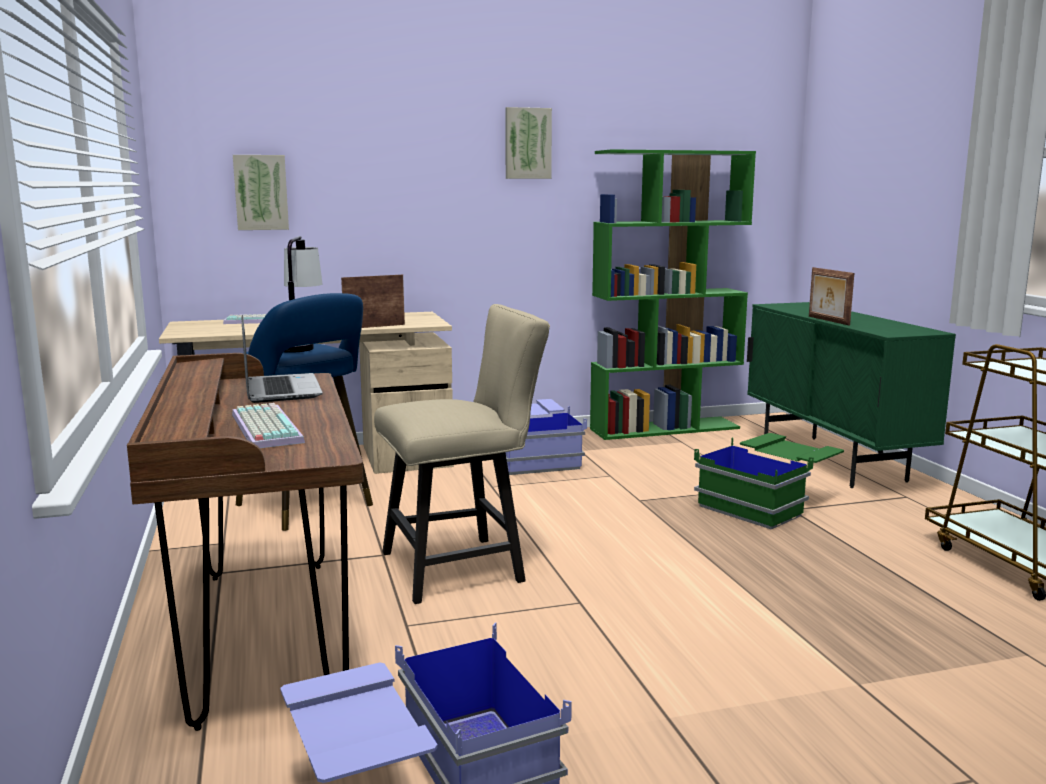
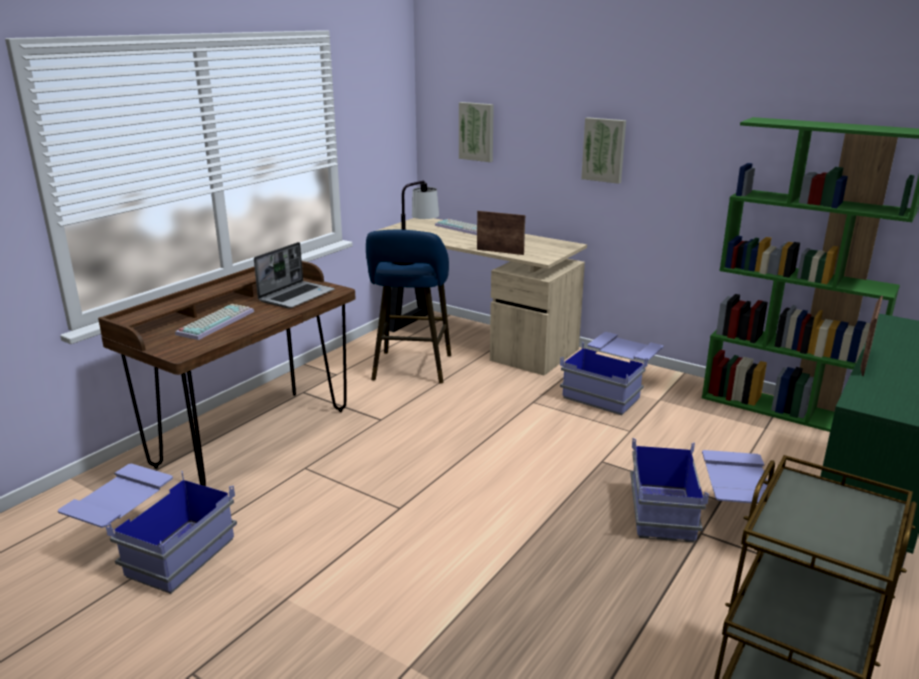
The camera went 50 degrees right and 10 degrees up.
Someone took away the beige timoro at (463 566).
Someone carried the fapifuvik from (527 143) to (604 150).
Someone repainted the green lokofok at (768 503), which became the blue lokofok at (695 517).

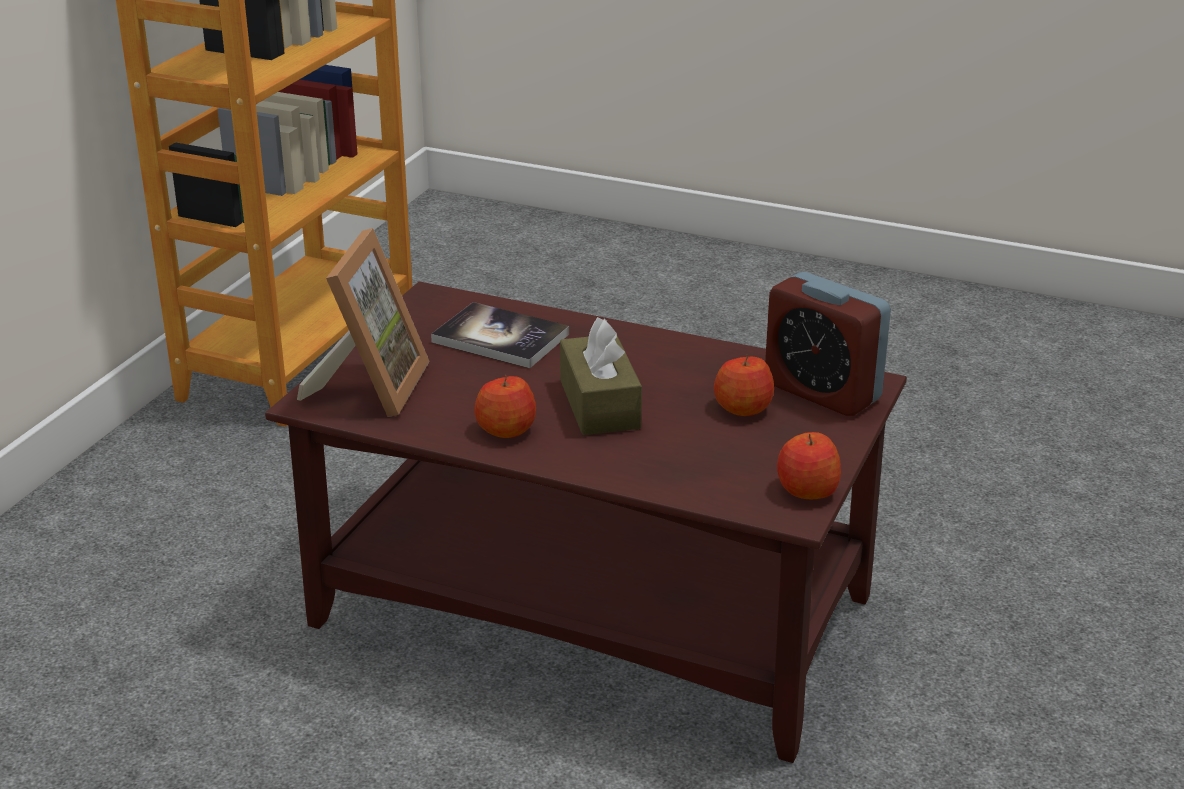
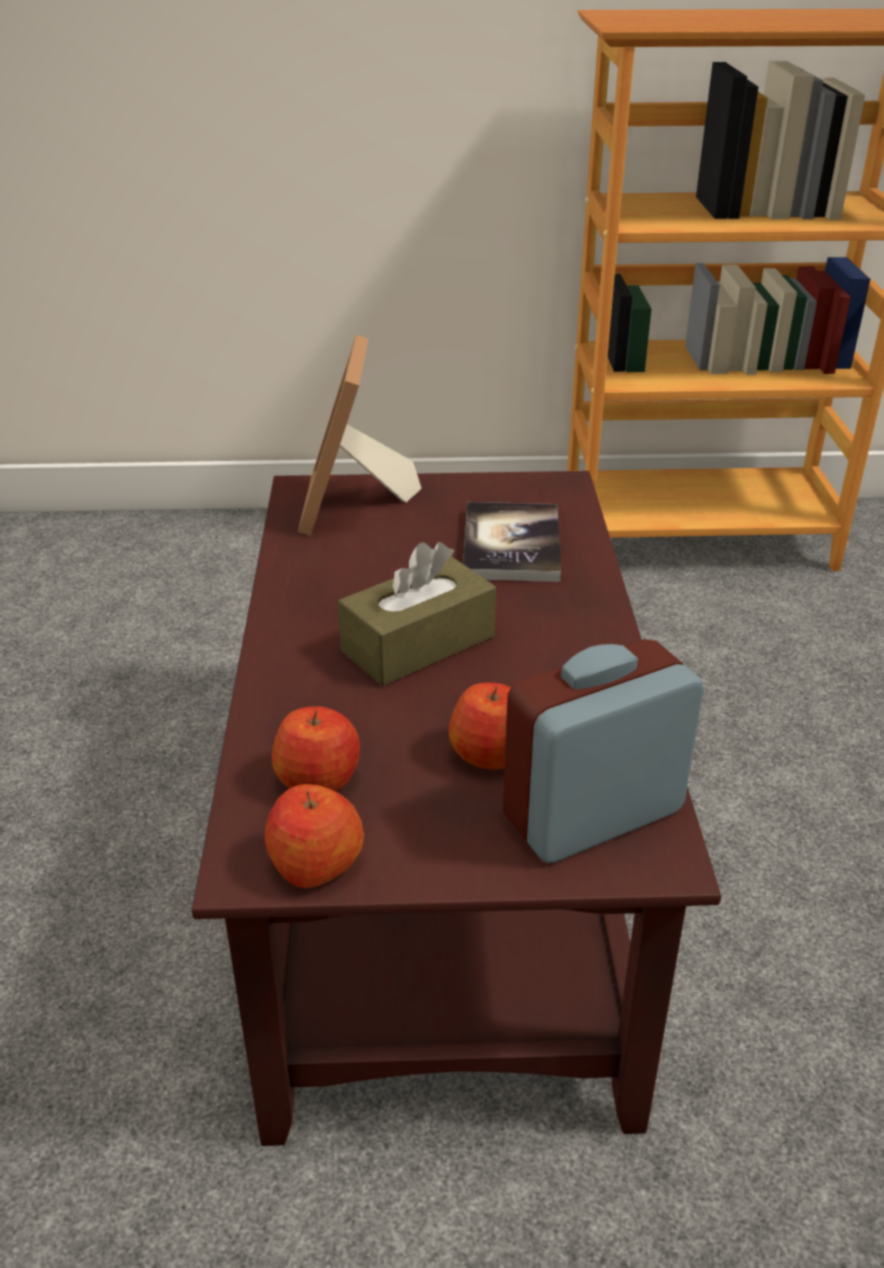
The camera went 65 degrees right and 5 degrees up.
Someone rotated the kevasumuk at (370 386) by 105 degrees clockwise.
Someone carried the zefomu from (506 429) to (319 778).
Someone rotated the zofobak at (822 391) by 45 degrees clockwise.

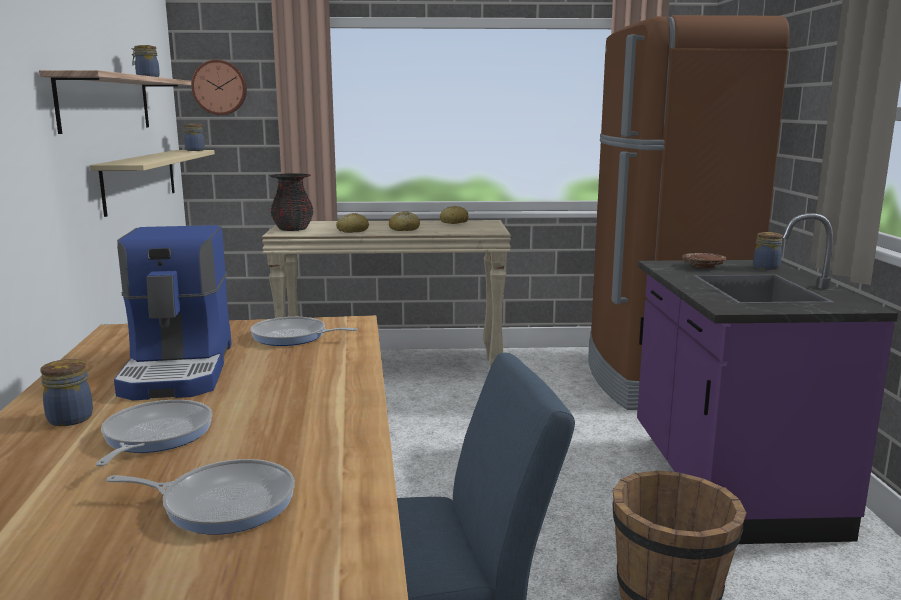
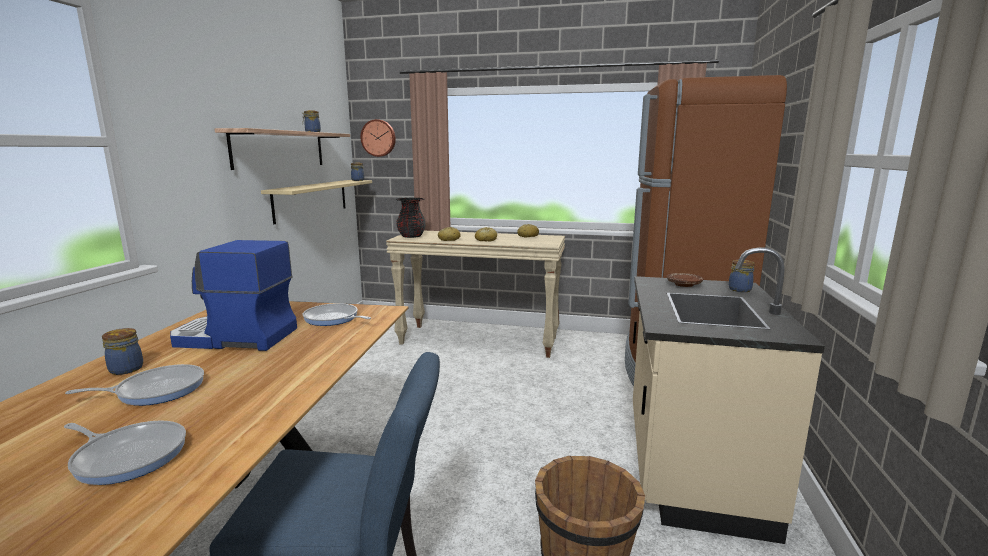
The camera went 15 degrees right and 0 degrees up.
Someone rotated the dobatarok at (154 436) by 45 degrees clockwise.
Someone rotated the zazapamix at (181 369) by 90 degrees clockwise.
Someone repainted the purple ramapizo at (728 484), which became the beige ramapizo at (690 468).

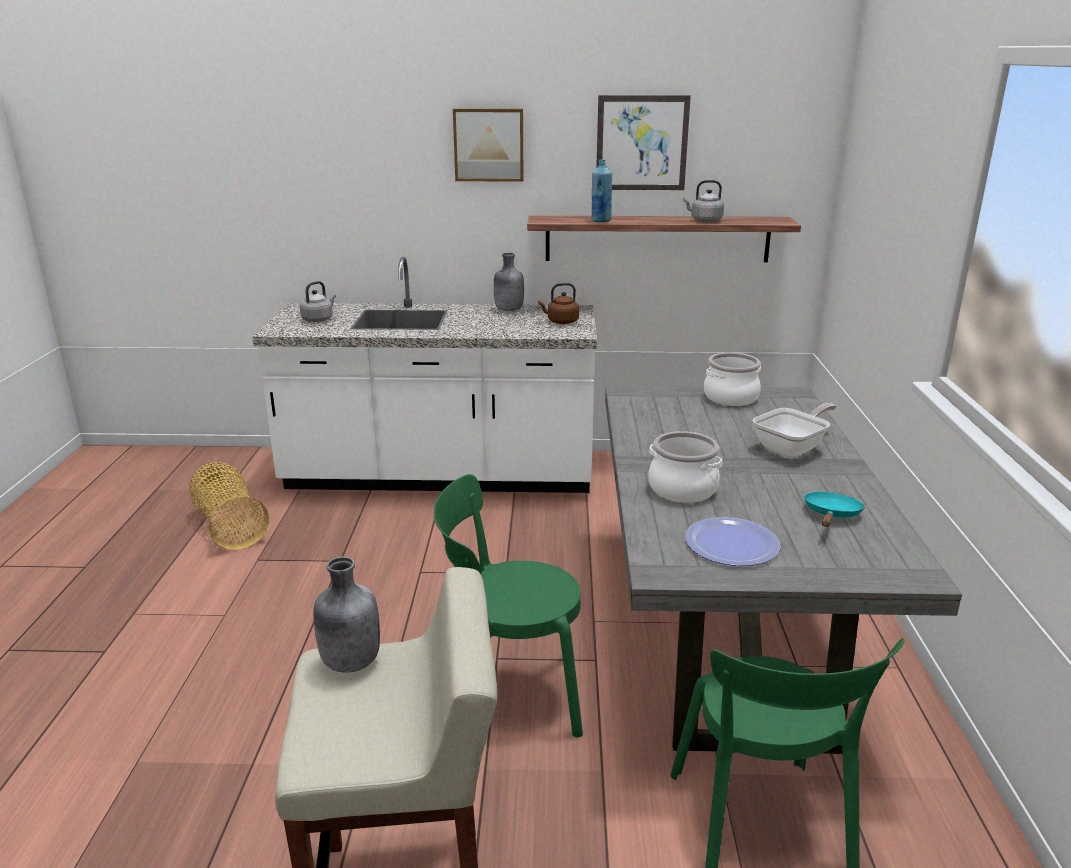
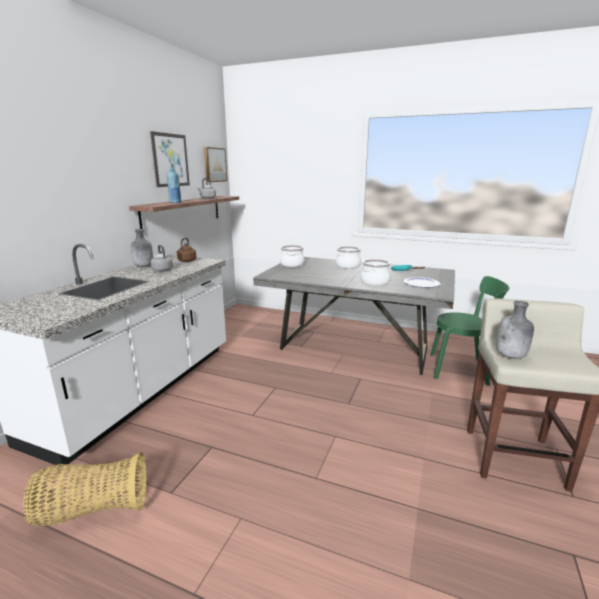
The camera went 70 degrees left and 5 degrees down.
Someone carried the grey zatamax from (319 319) to (162 270).
Someone took away the green timoro at (509 695).
Someone carried the fapifuvik from (489 145) to (214 165).
Someone swapped the dobatarok at (793 448) for the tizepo at (347 266).

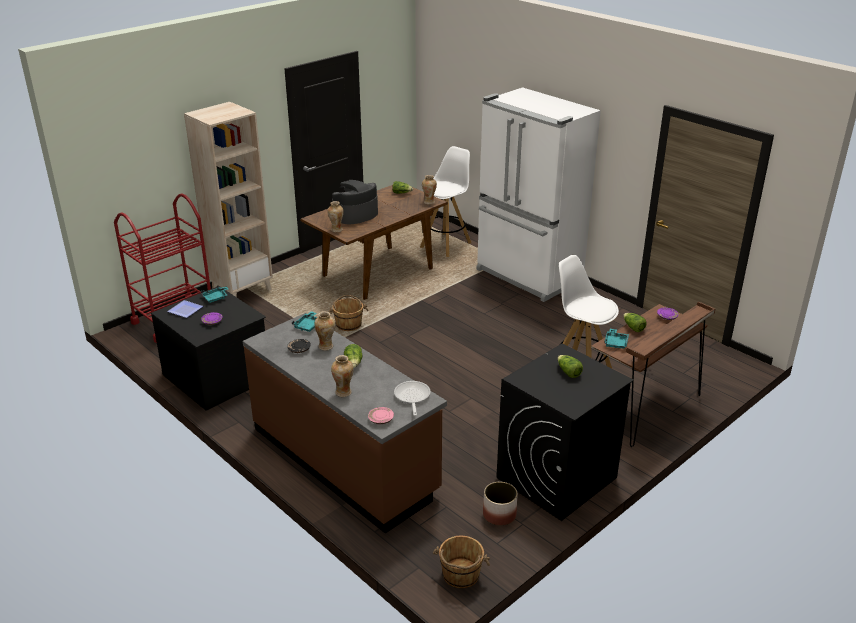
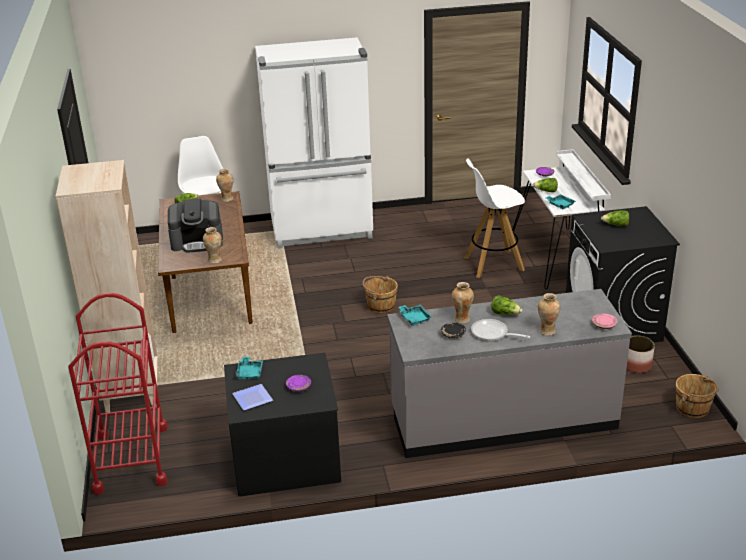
The camera went 55 degrees left and 0 degrees up.
Someone repainted the brown ramapizo at (345 460), which became the grey ramapizo at (502 418).
Someone carried the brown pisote from (348 324) to (380 305).
Someone rotated the zazapamix at (355 215) by 90 degrees counterclockwise.
Someone carried the dobatarok from (412 397) to (492 334).
Someone repainted the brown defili at (640 406), which became the white defili at (558 256).

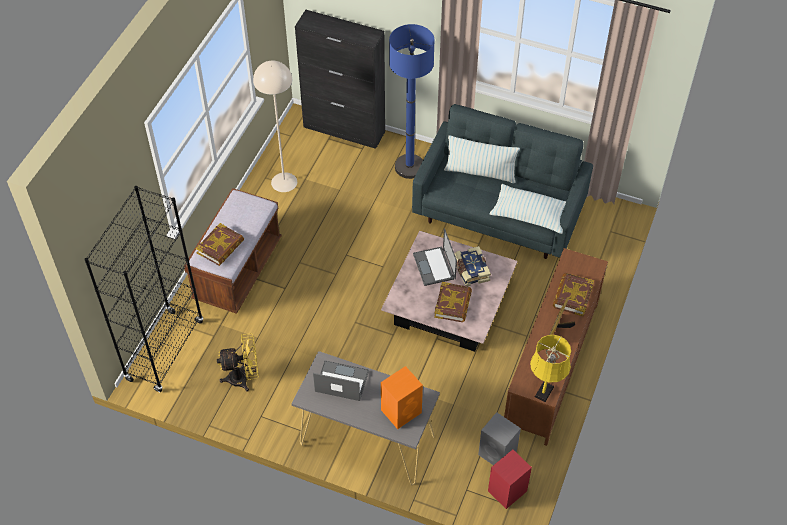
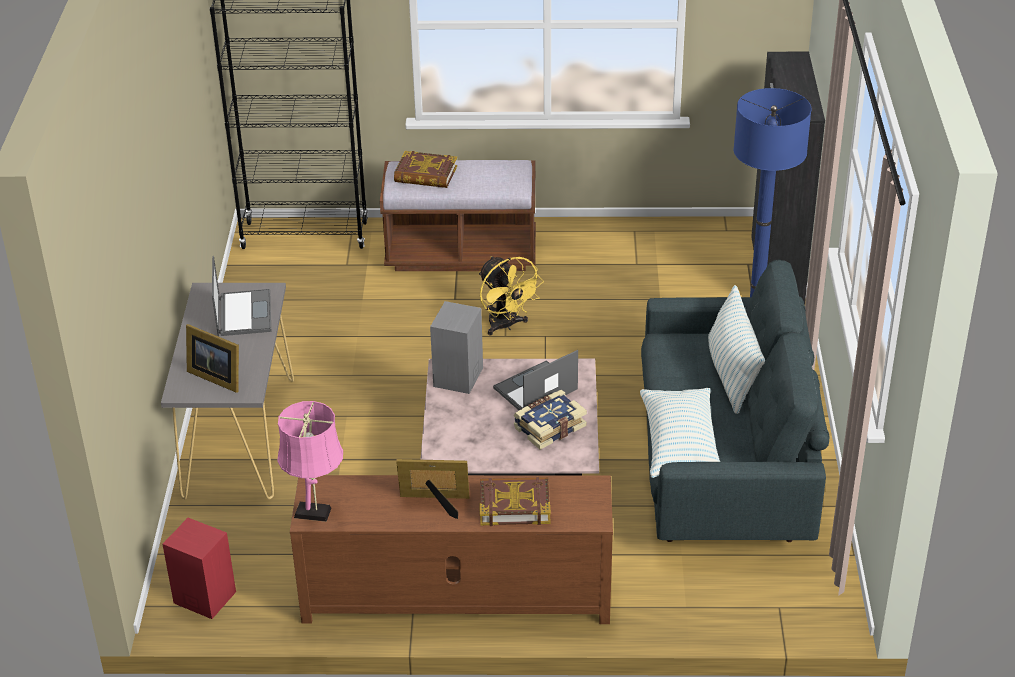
The camera went 70 degrees right and 15 degrees down.
Someone carried the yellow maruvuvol from (243 378) to (506 326).
Someone took away the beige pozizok at (284 182).
Someone swapped the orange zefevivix at (402 411) for the kevasumuk at (216 376).
Someone took away the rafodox at (453 304).
Someone carried the grey zefevivix from (498 454) to (457 378).
Someone repainted the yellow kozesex at (545 390), which became the pink kozesex at (316 513).

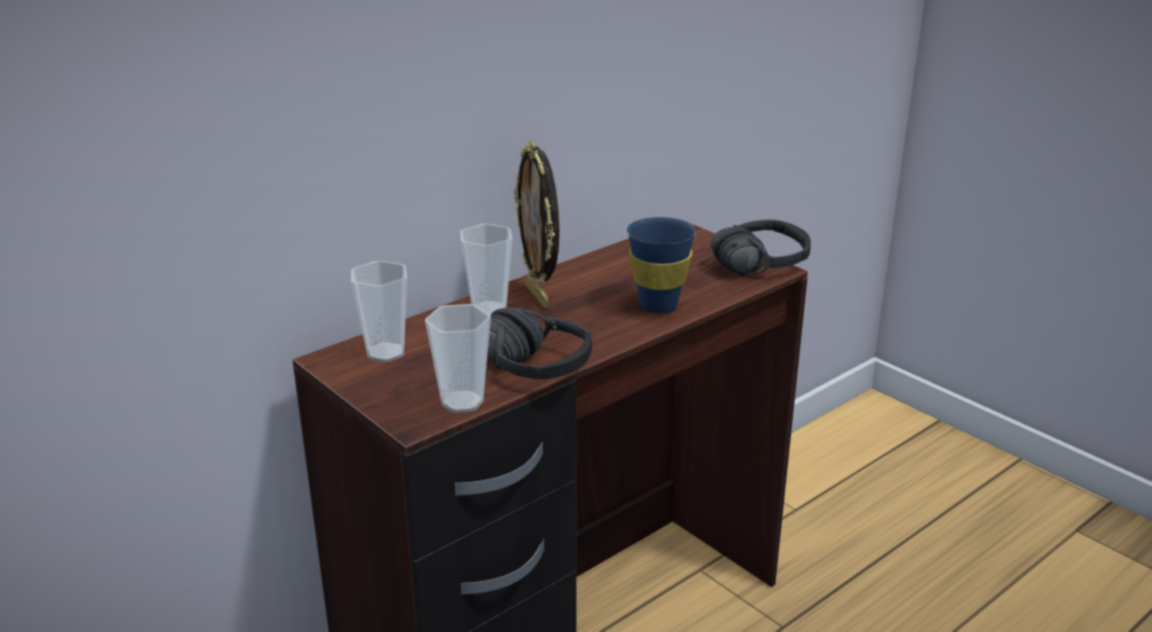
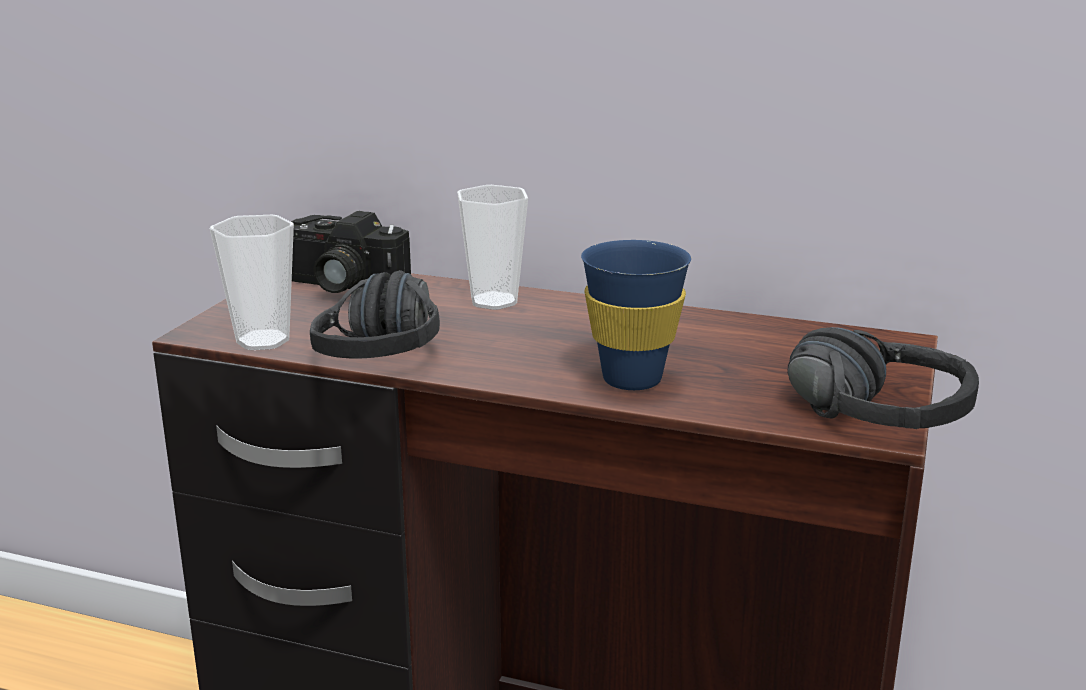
The camera went 60 degrees right and 5 degrees down.
Someone swapped the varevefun at (385 353) for the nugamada at (340 286).
Someone took away the kevasumuk at (538 296).

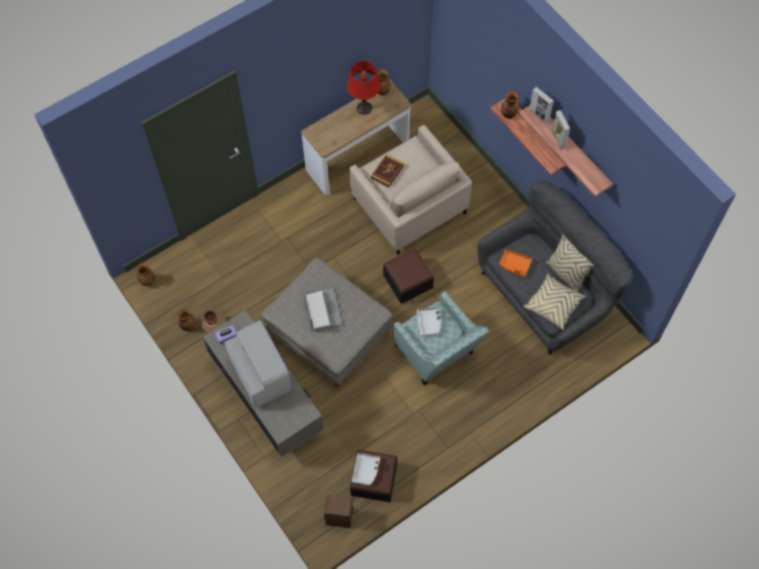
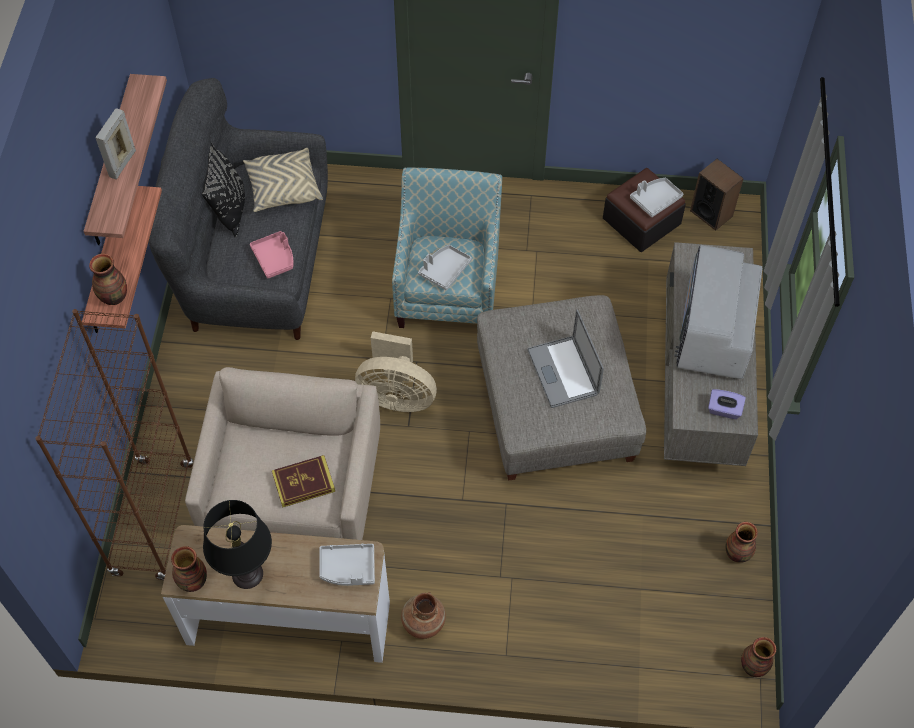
The camera went 140 degrees left and 5 degrees down.
Someone carried the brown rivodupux from (215 327) to (423 623).
Someone rotated the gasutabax at (322 309) by 45 degrees counterclockwise.
Someone repainted the red kozesex at (364 108), which became the black kozesex at (247 574).
Someone swapped the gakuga at (408 281) for the beige maruvuvol at (396 395).
Someone repainted the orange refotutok at (514 265), which became the pink refotutok at (275 258).
Someone took away the kevasumuk at (539 115).
Someone repainted the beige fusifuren at (565 274), which became the black fusifuren at (229 210).
Someone put down the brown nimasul at (153 519).
Someone put down the grey refotutok at (348 568).

